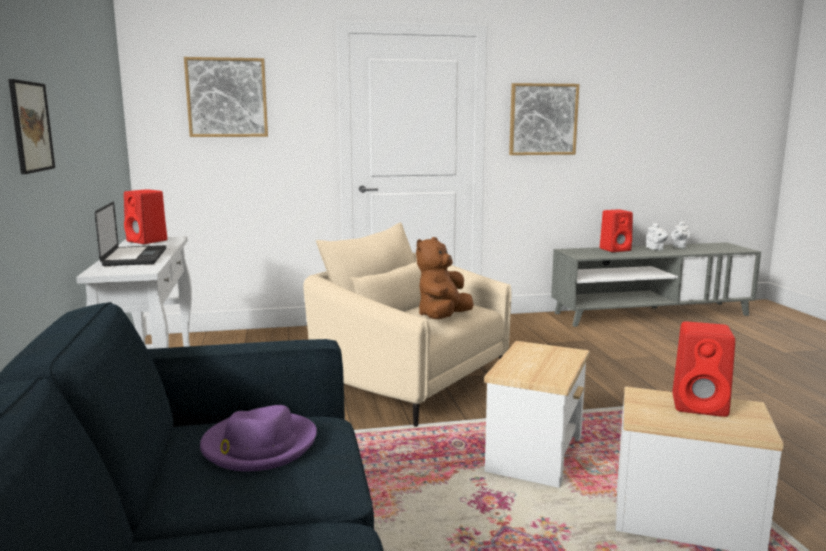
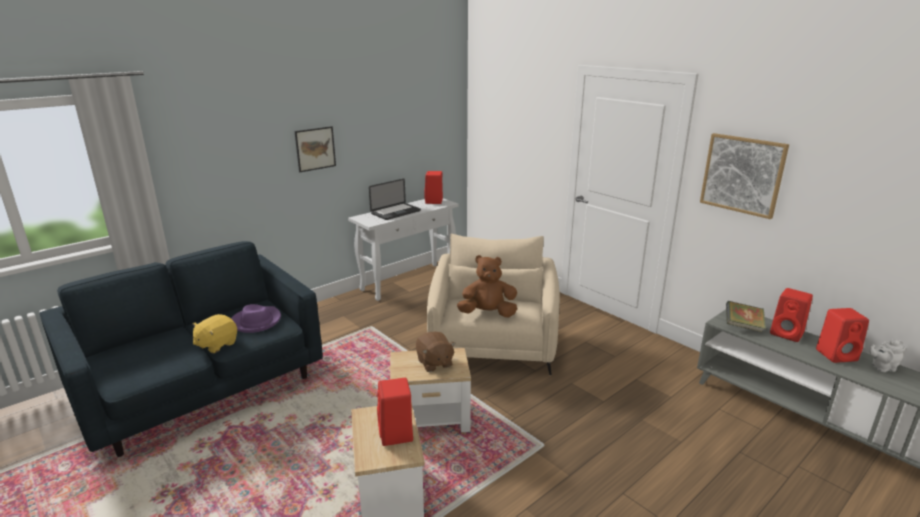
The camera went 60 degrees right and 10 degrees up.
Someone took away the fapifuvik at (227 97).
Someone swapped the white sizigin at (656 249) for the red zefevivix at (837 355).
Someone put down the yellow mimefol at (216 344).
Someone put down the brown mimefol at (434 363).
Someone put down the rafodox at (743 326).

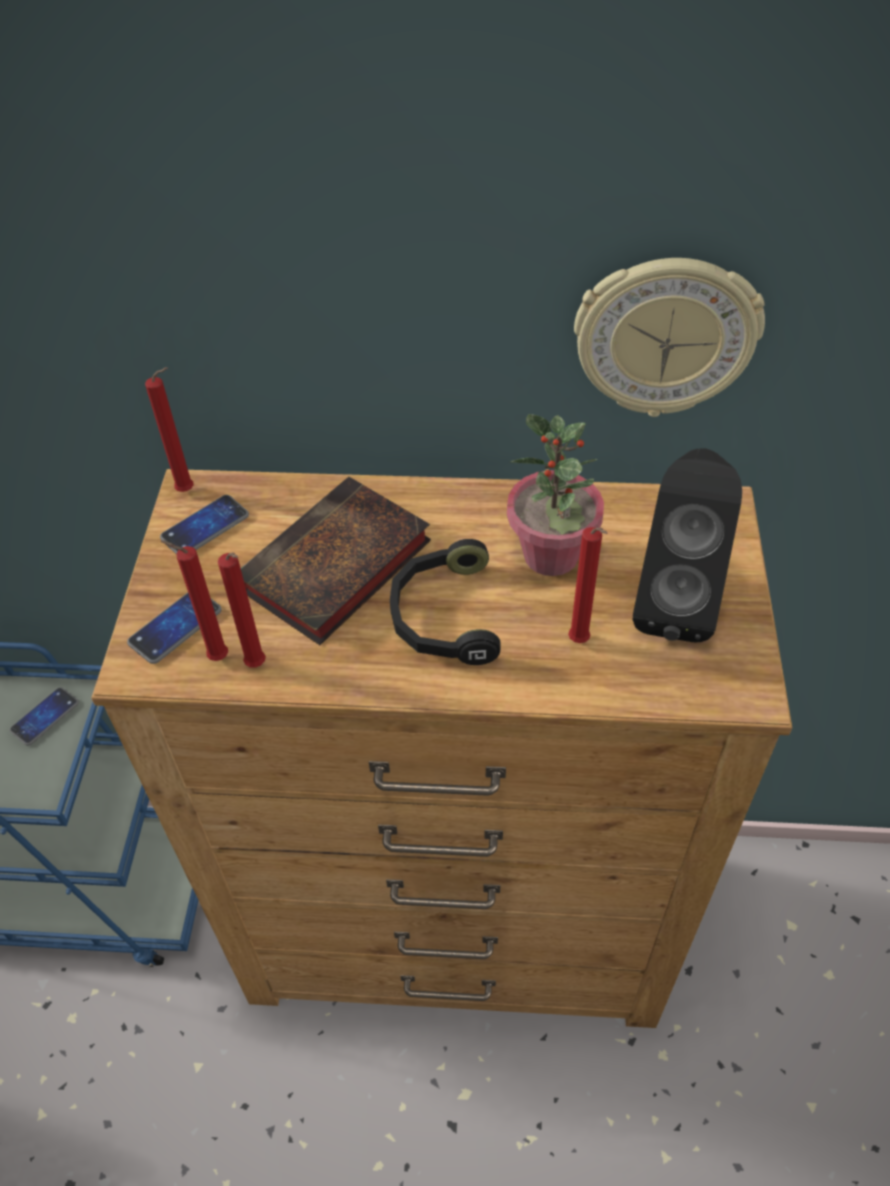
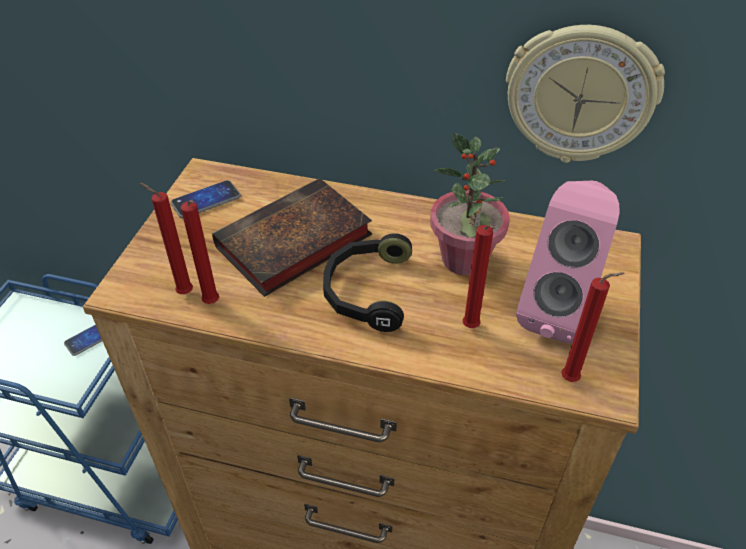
The camera went 10 degrees right and 5 degrees down.
Someone took away the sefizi at (175 627).
Someone carried the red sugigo from (189 491) to (573 379).
Someone repainted the black zefevivix at (674 602), which became the pink zefevivix at (556 310).

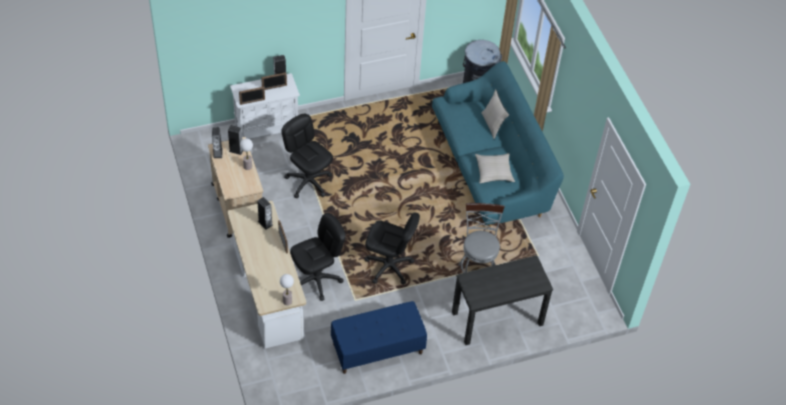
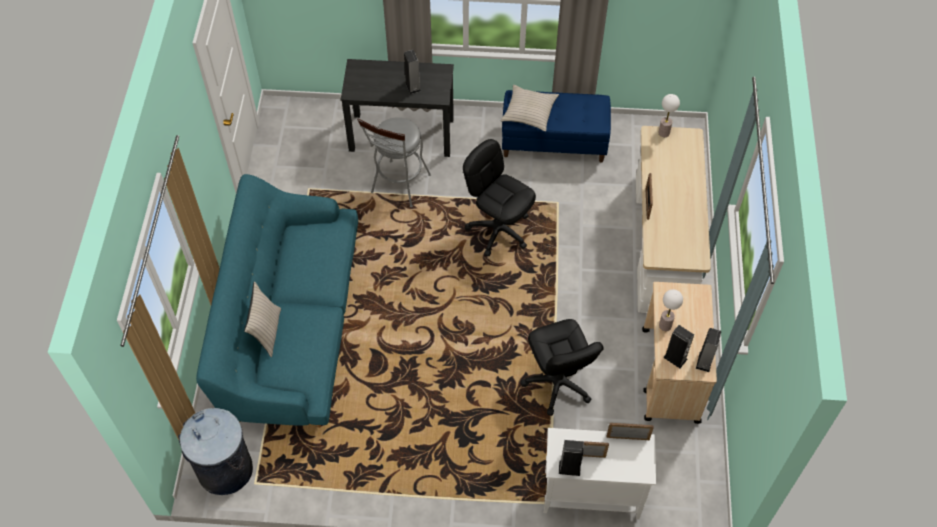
The camera went 155 degrees left and 5 degrees up.
Someone carried the zefevivix from (265 223) to (413 86).
Someone took away the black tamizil at (317 279).
Someone carried the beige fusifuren from (494 171) to (529 112).

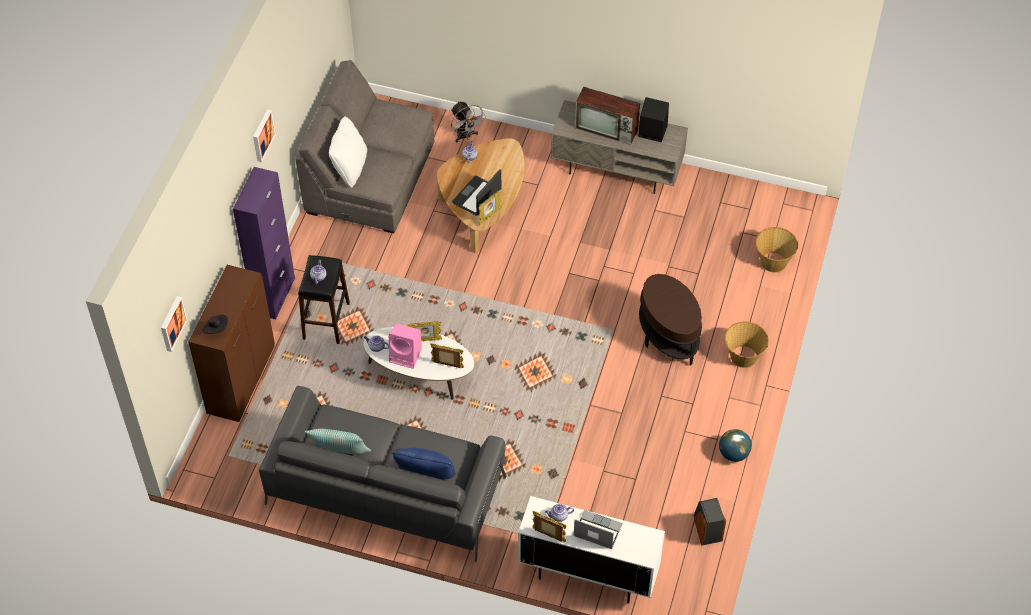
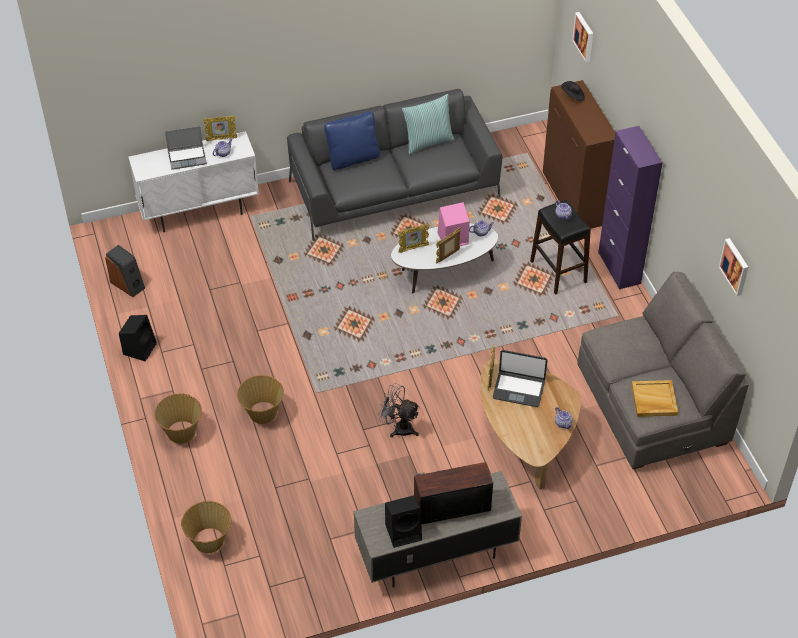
The camera went 145 degrees right and 5 degrees down.
Someone carried the fapifuvik from (262 135) to (735 266).
Someone took away the white fusifuren at (350 168).
Someone carried the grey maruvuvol from (466 136) to (399 427).
Someone rotated the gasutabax at (477 197) by 105 degrees clockwise.
Someone swapped the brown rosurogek at (668 336) for the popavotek at (262 413).
Someone swapped the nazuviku at (733 454) for the black zefevivix at (140 348).
Someone put down the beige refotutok at (653 400).

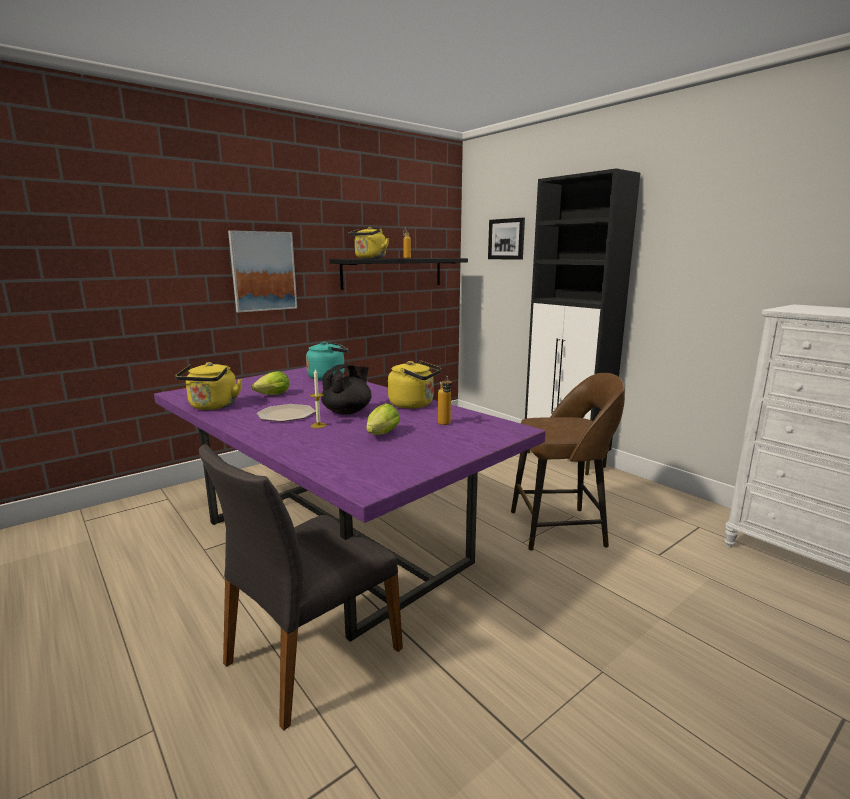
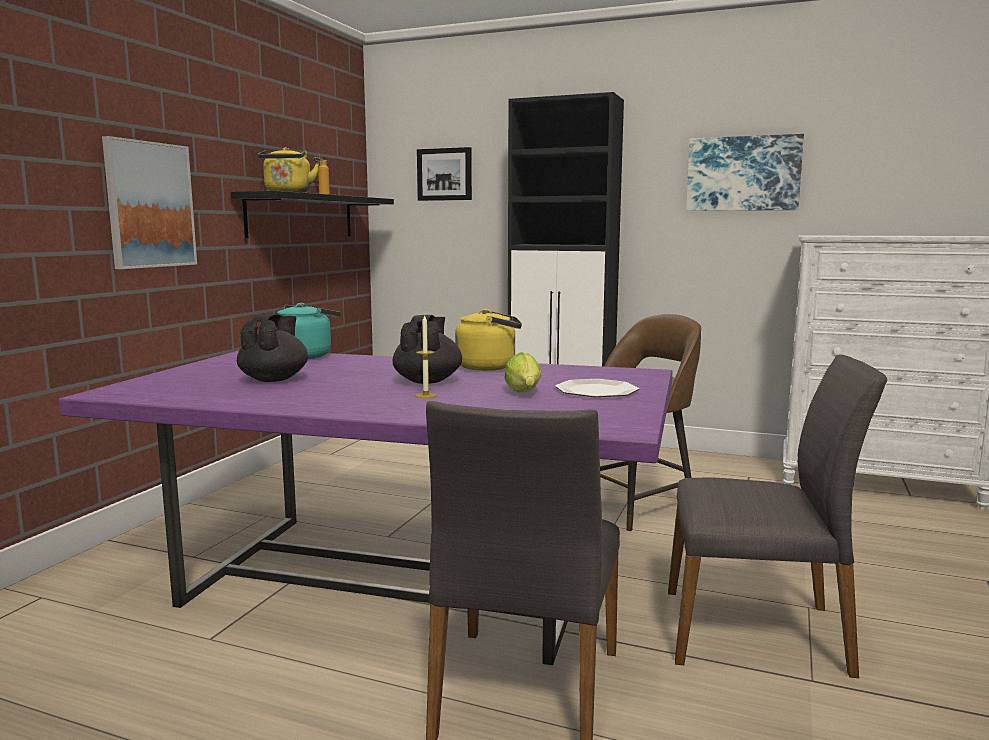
The camera went 30 degrees left and 5 degrees down.
Someone took away the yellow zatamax at (212 407).
Someone swapped the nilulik at (271 395) for the black sizigin at (274 379).
Someone carried the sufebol from (285 414) to (596 391).
Someone took away the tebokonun at (445 425).
Someone put down the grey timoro at (757 632).
Someone put up the fapifuvik at (743 174).

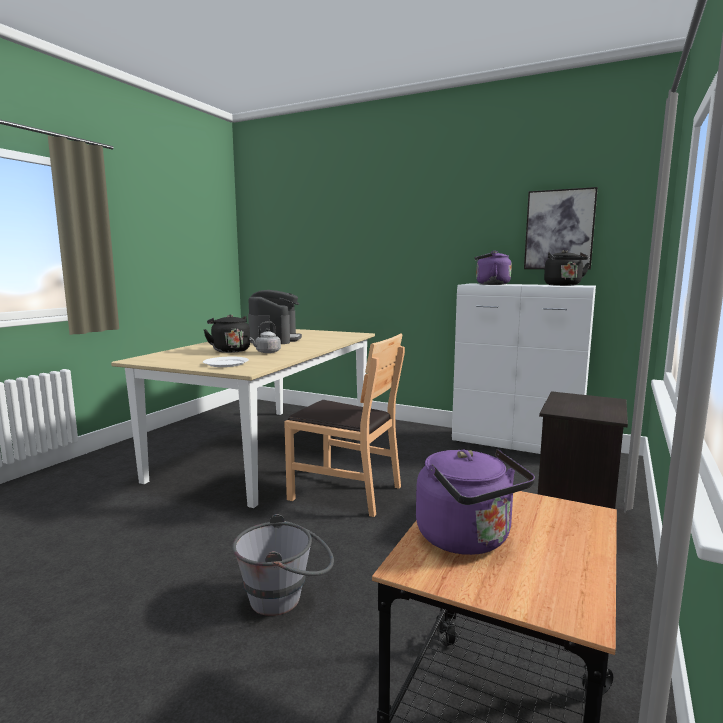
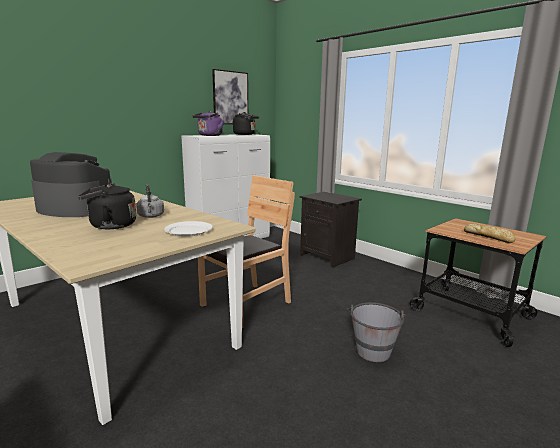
The camera went 70 degrees left and 5 degrees up.
Someone swapped the purple zatamax at (468 539) for the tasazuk at (488 237).

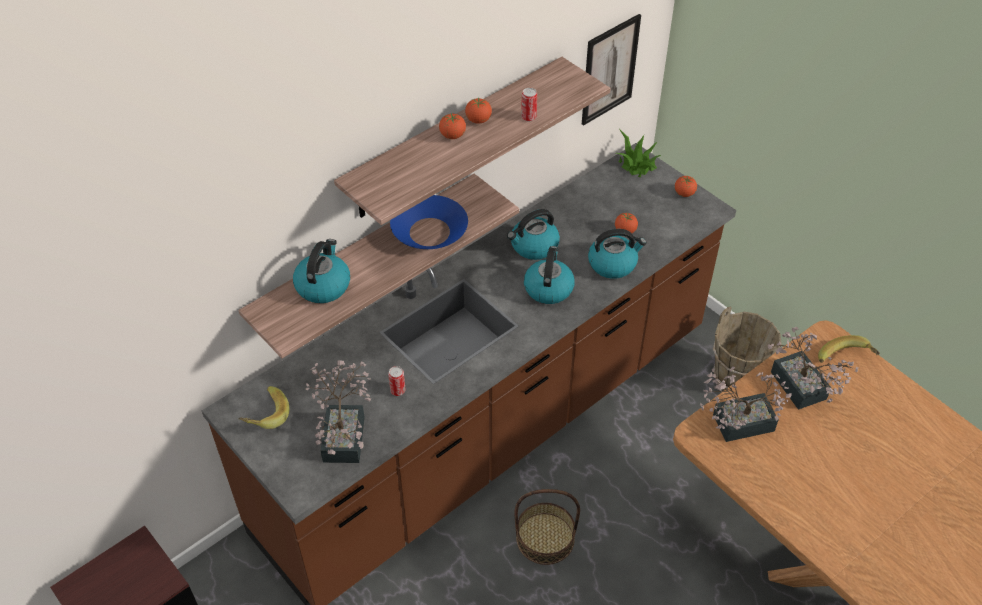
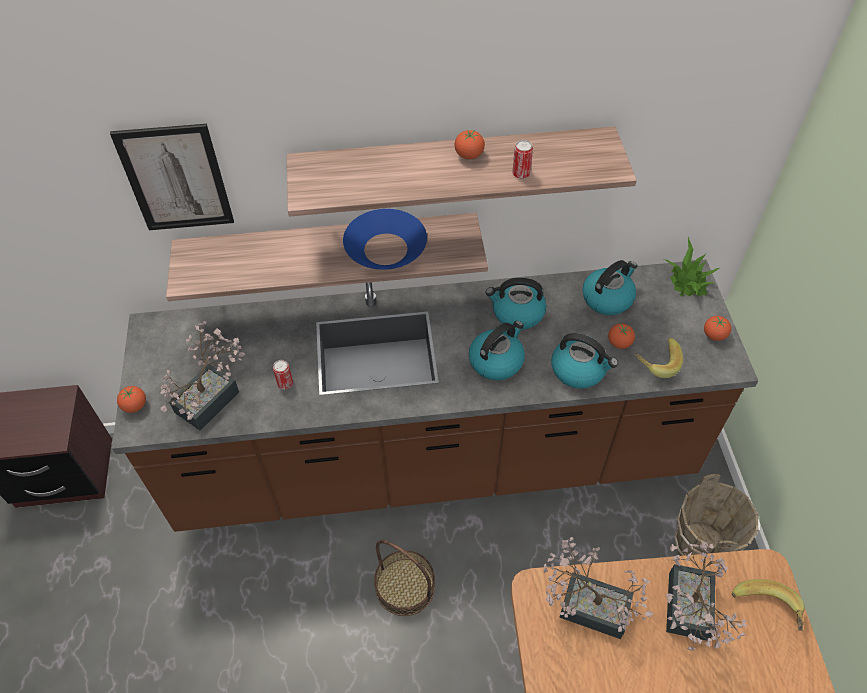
The camera went 35 degrees right and 5 degrees up.
Someone carried the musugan from (264 416) to (654 362).
Someone carried the zatamax from (323 285) to (607 298).
Someone carried the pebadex from (452 136) to (135 406).
Someone carried the fapifuvik from (609 70) to (176 178).

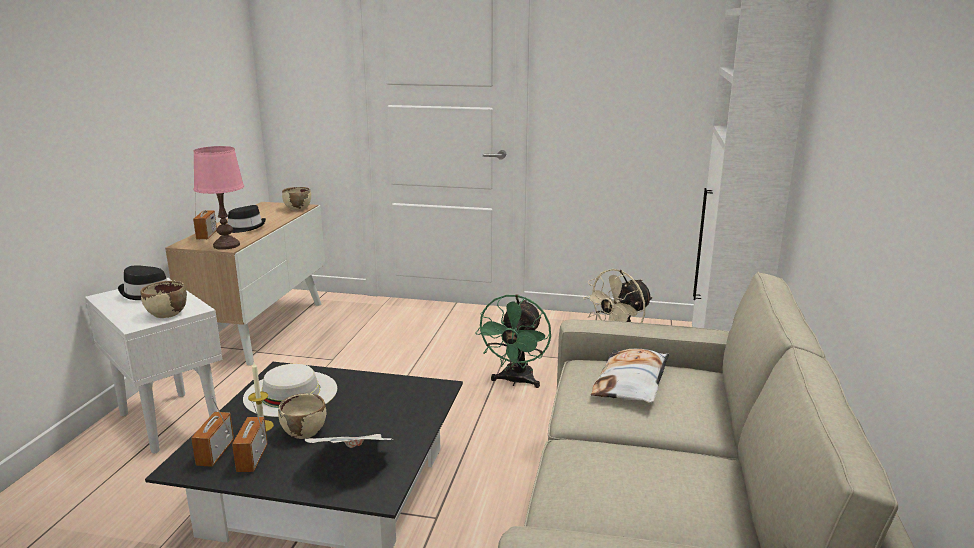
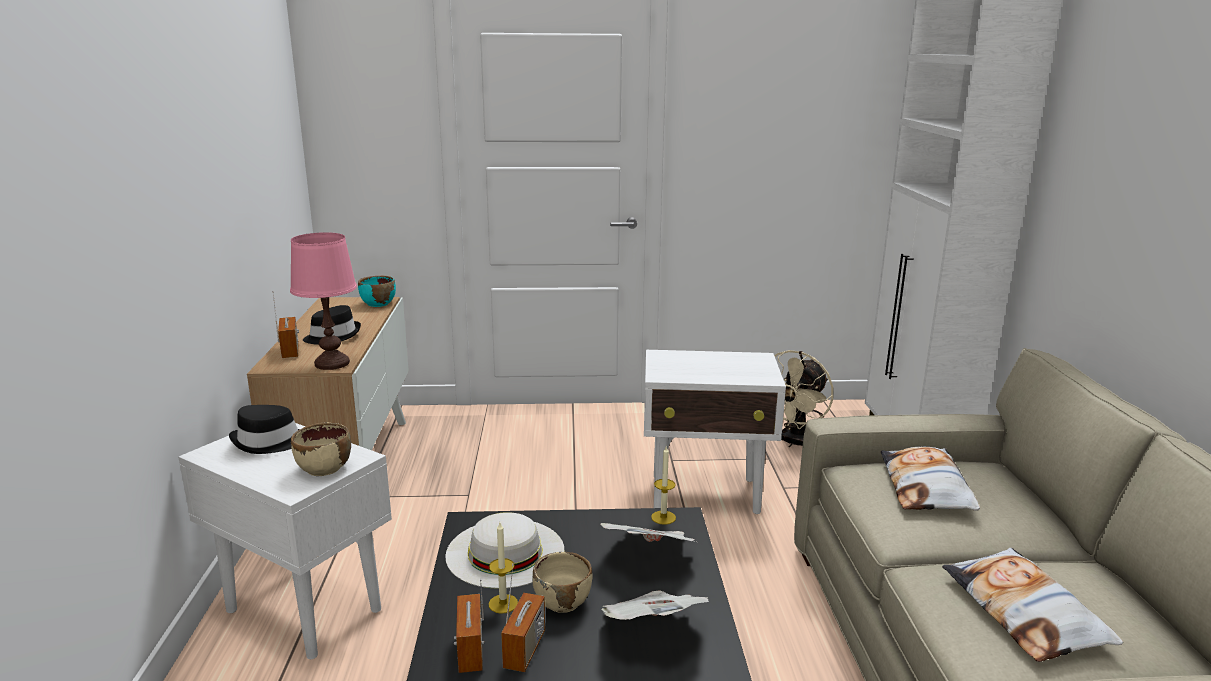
The camera went 15 degrees left and 0 degrees up.
Someone rotated the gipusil at (252 458) by 150 degrees counterclockwise.
Someone repainted the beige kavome at (297 208), which became the turquoise kavome at (378 304).
Someone swapped the green maruvuvol at (516 381) for the white rosurogek at (706 494).
Someone put down the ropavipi at (651 554).
Someone put down the sugigo at (663 517).
Someone put down the fusifuren at (1024 612).

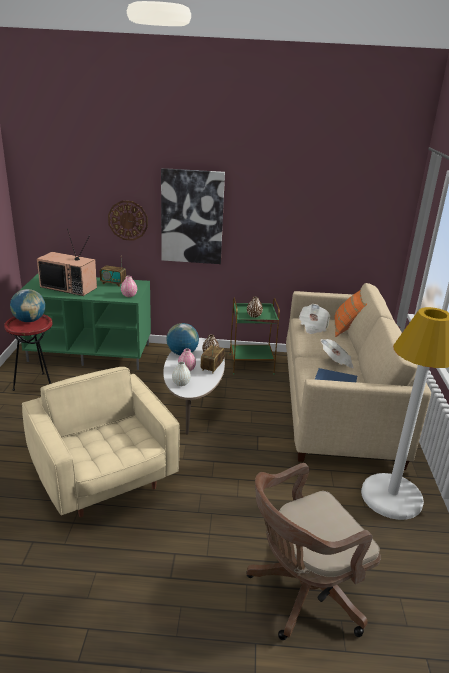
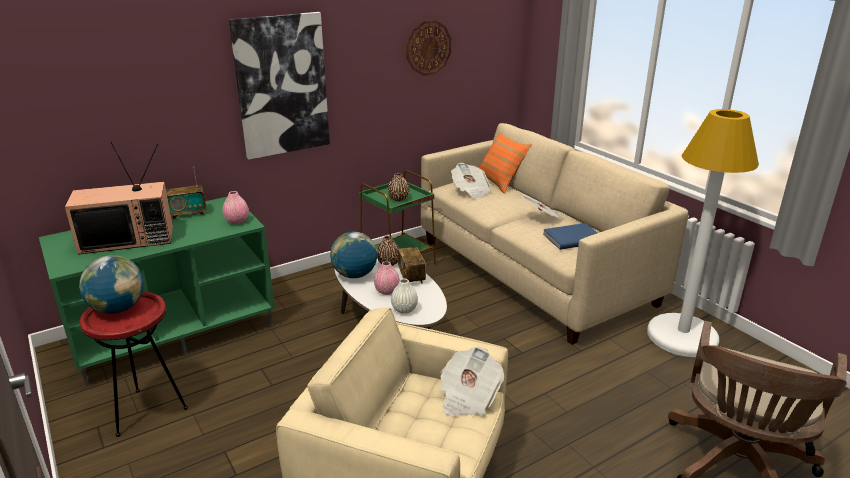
The camera went 35 degrees left and 0 degrees up.
Someone carried the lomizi from (128 220) to (428 48).
Someone put down the ropavipi at (468 397).

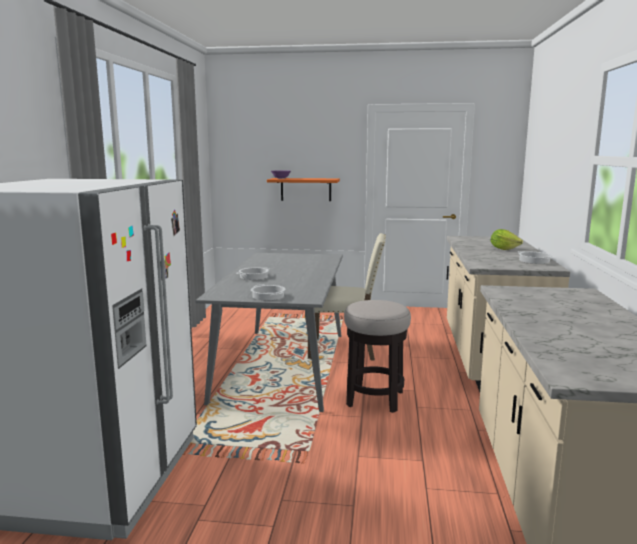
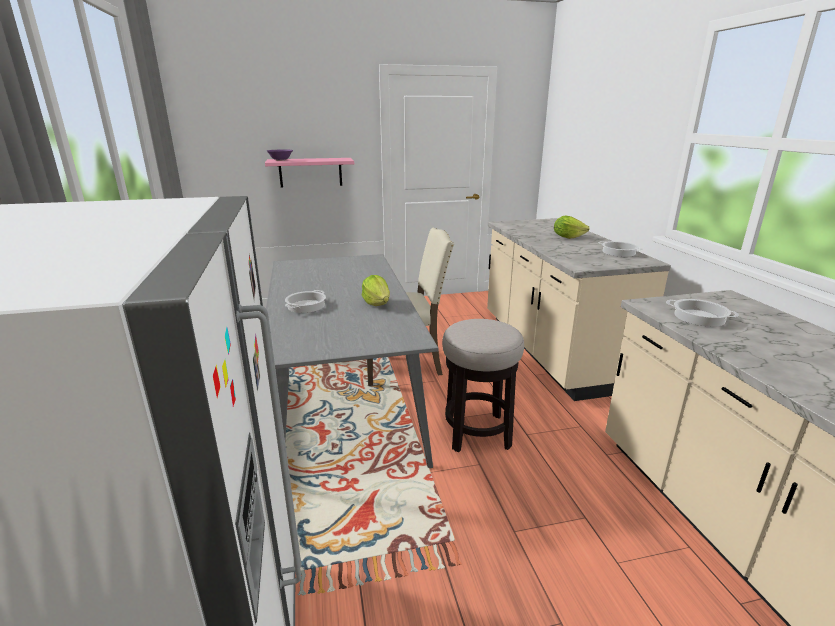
The camera went 20 degrees left and 10 degrees up.
Someone carried the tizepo from (268 296) to (699 317).
Someone repainted the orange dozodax at (306 189), which became the pink dozodax at (310 172).
Someone put down the nilulik at (377 303).

